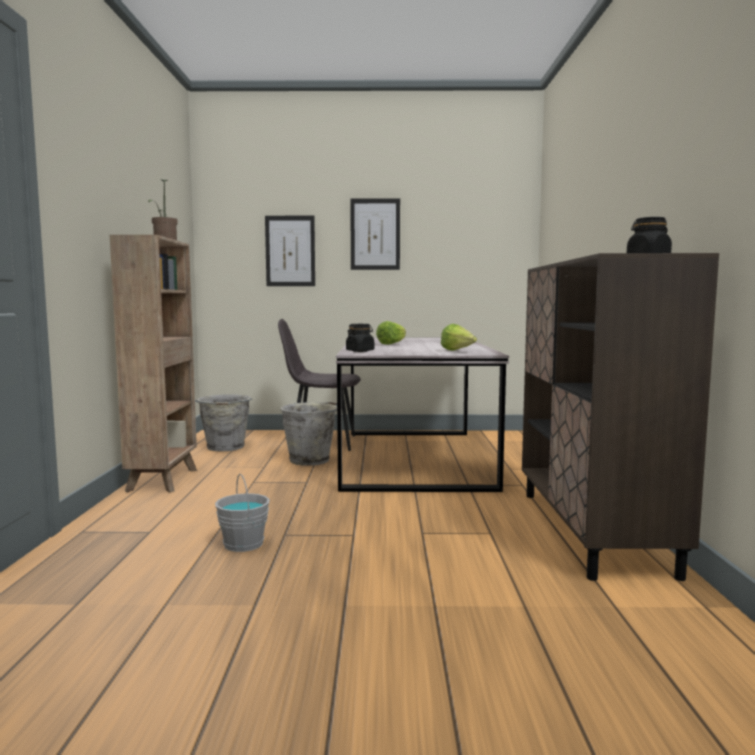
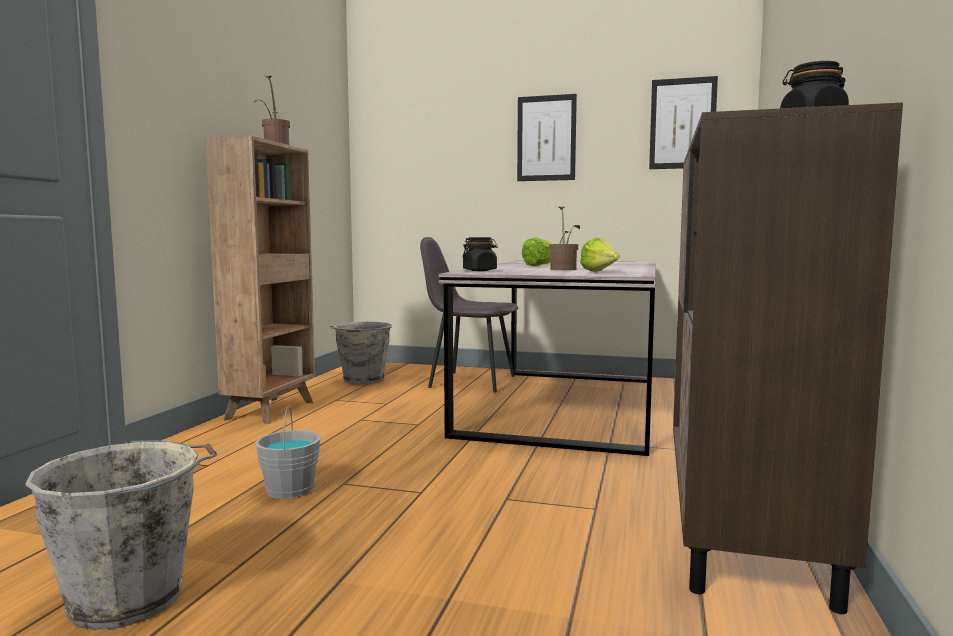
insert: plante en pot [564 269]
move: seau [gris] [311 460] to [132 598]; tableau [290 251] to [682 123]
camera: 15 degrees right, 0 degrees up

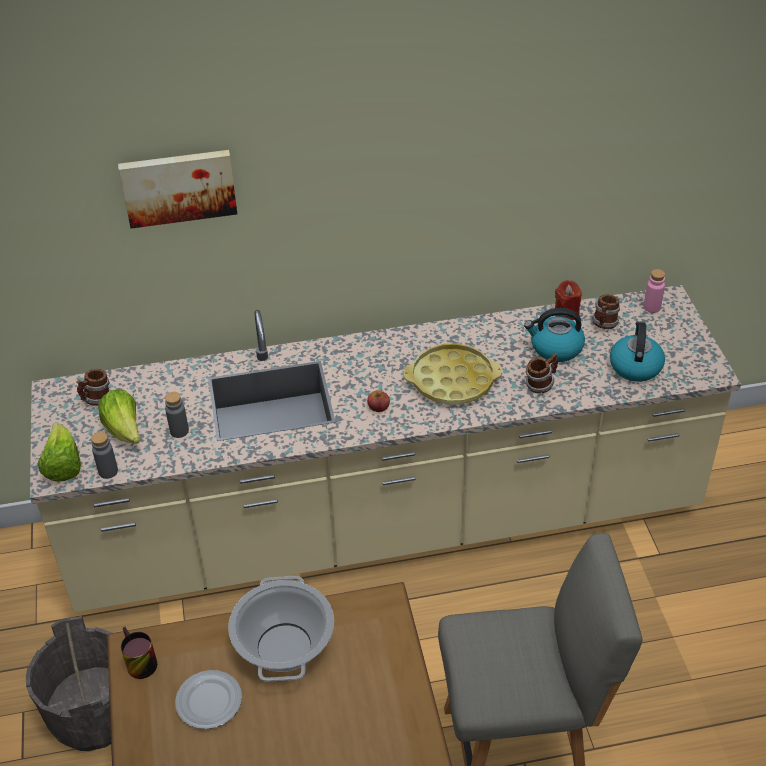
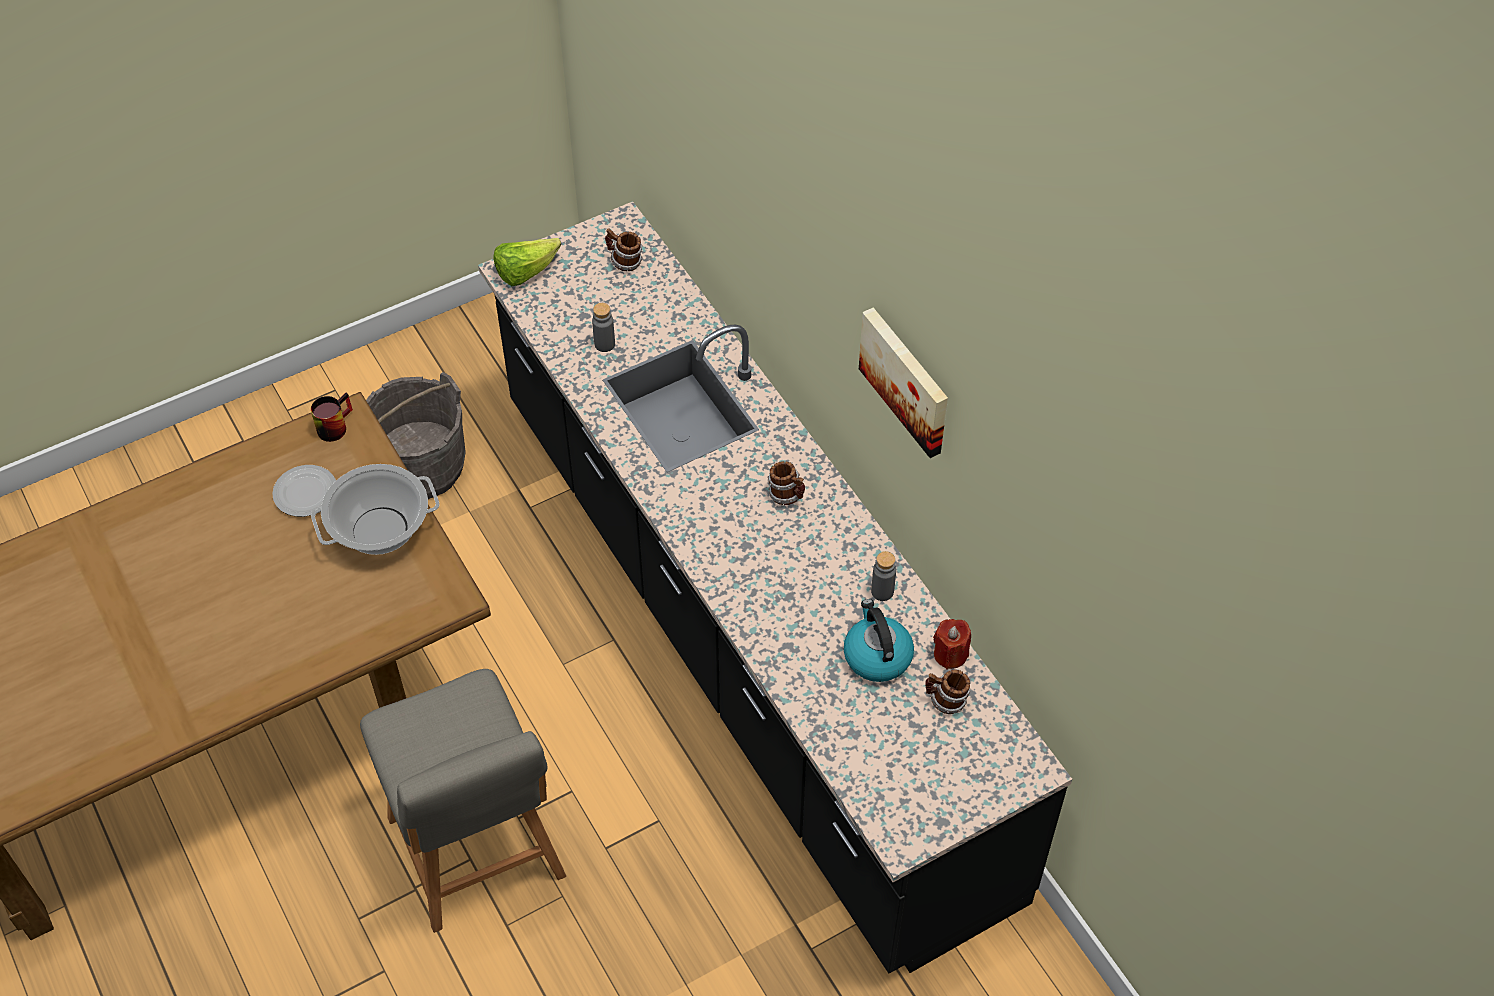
delete: laitue [125 430]; pomme [378 406]; plateau [jaune] [452 380]; bouilloire [635 366]; bouteille [rose] [652 307]
move: mug [540 384] to [787 495]; tableau [178 186] to [907 380]; bouteille [gris] [108 471] to [882 591]
recolor: comptoir de cuisine [beige] [387 524] to comptoir de cuisine [noir] [747 640]
camera: 70 degrees right, 10 degrees up

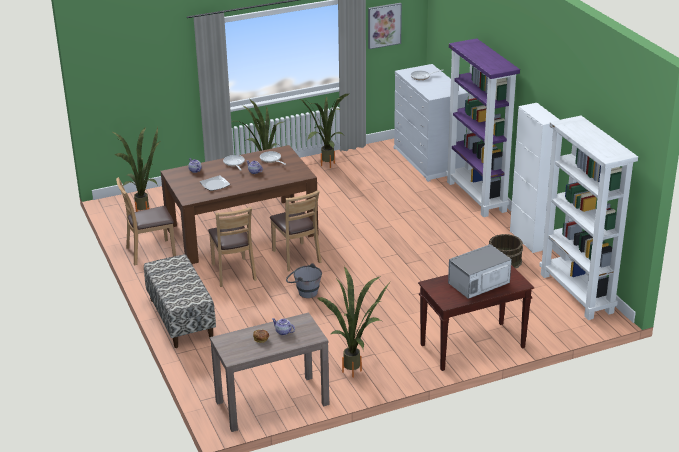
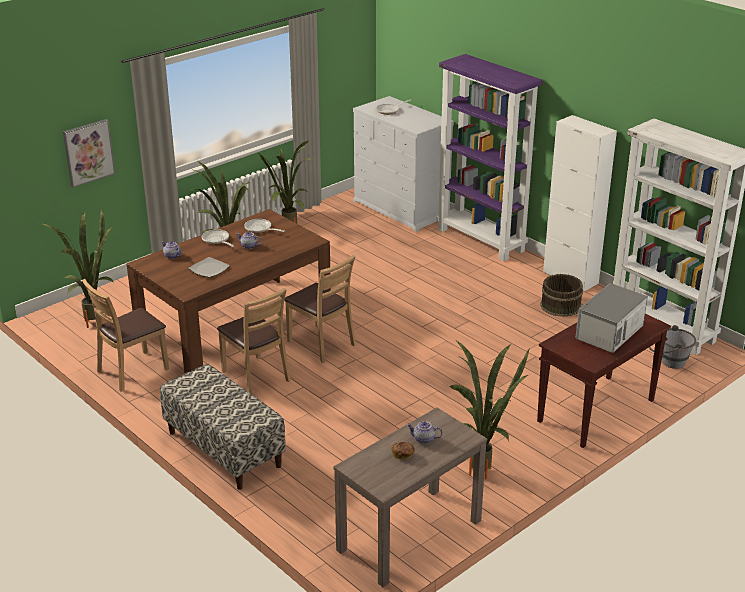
move: tableau [384 25] to [88 152]; seau [gris] [304 292] to [668 362]
camera: 20 degrees left, 0 degrees up

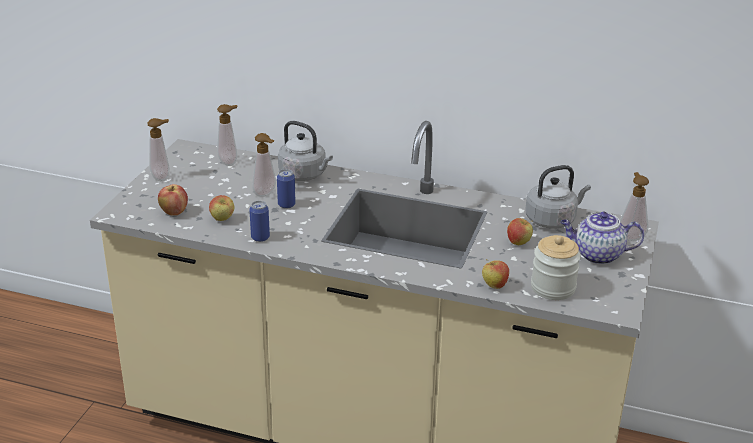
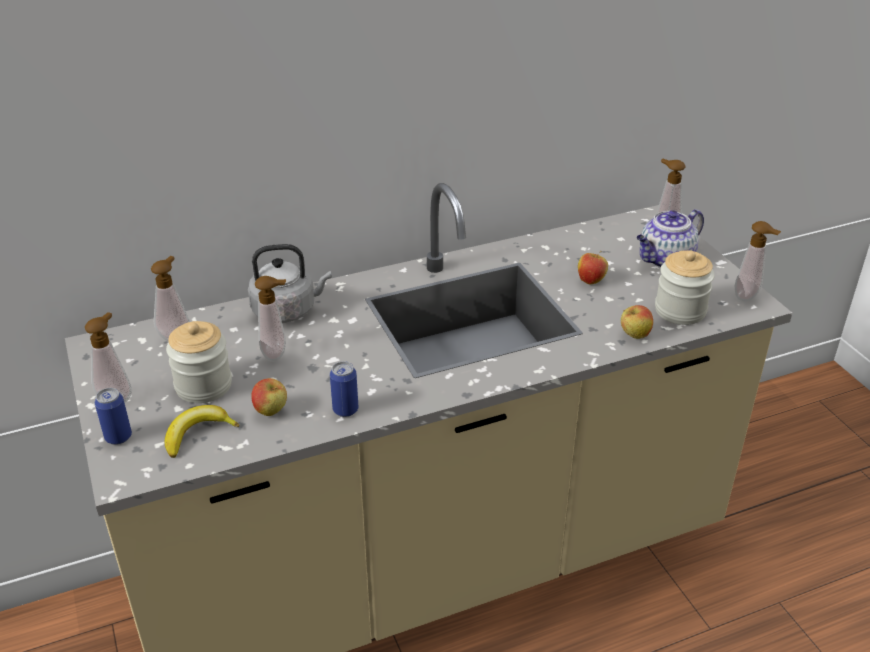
delete: bouilloire [gris] [552 220]
insert: bocal [203 386]; distributeur de savon [748 297]
move: boîte métallique [286 205] to [118 437]
replace: pomme [174 212] to banane [198 434]
camera: 40 degrees left, 5 degrees up

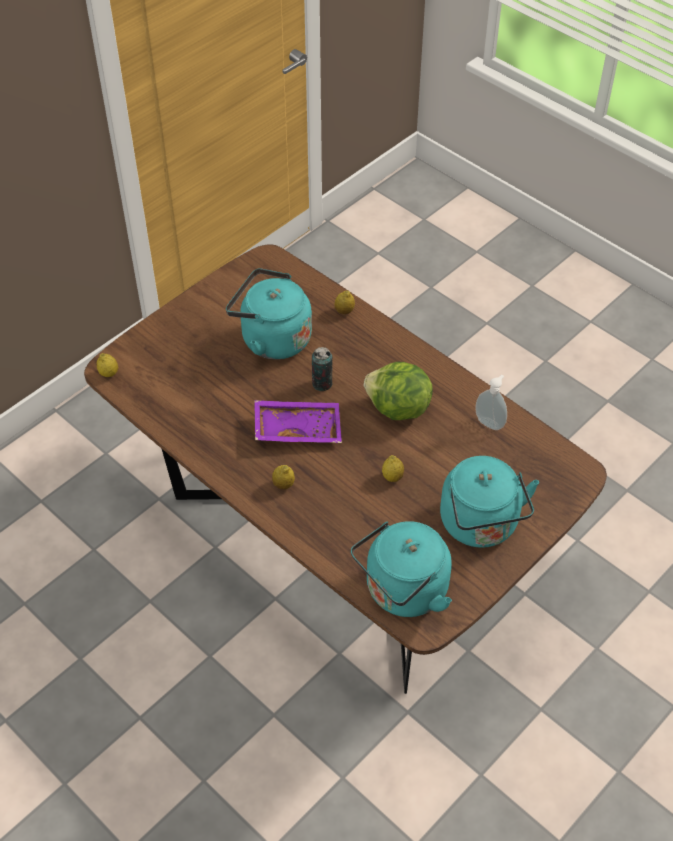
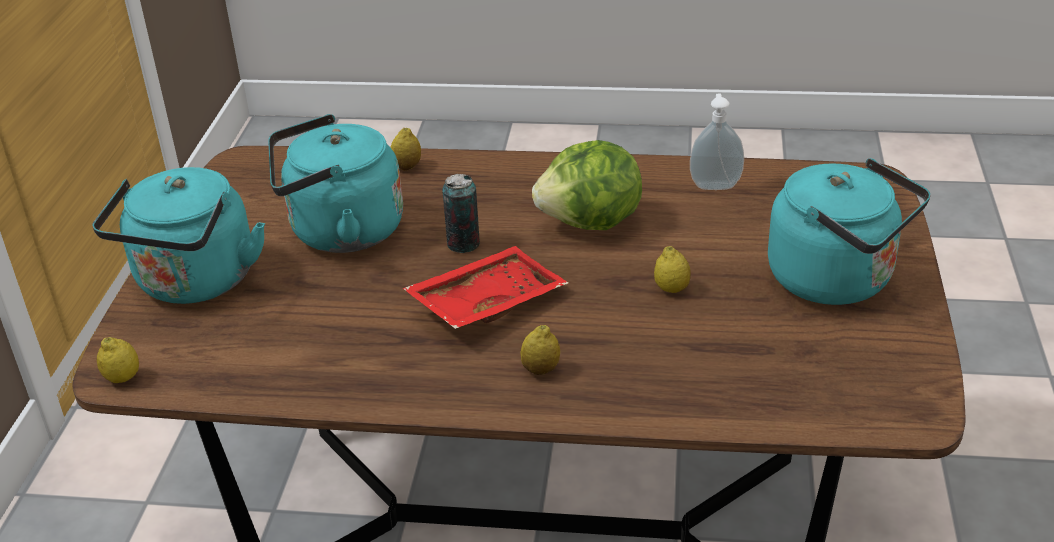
move: bouilloire [turquoise] [403 592] to [194 283]
recolor: plateau [violet] [298 428] to plateau [rouge] [486 302]
camera: 35 degrees left, 15 degrees down

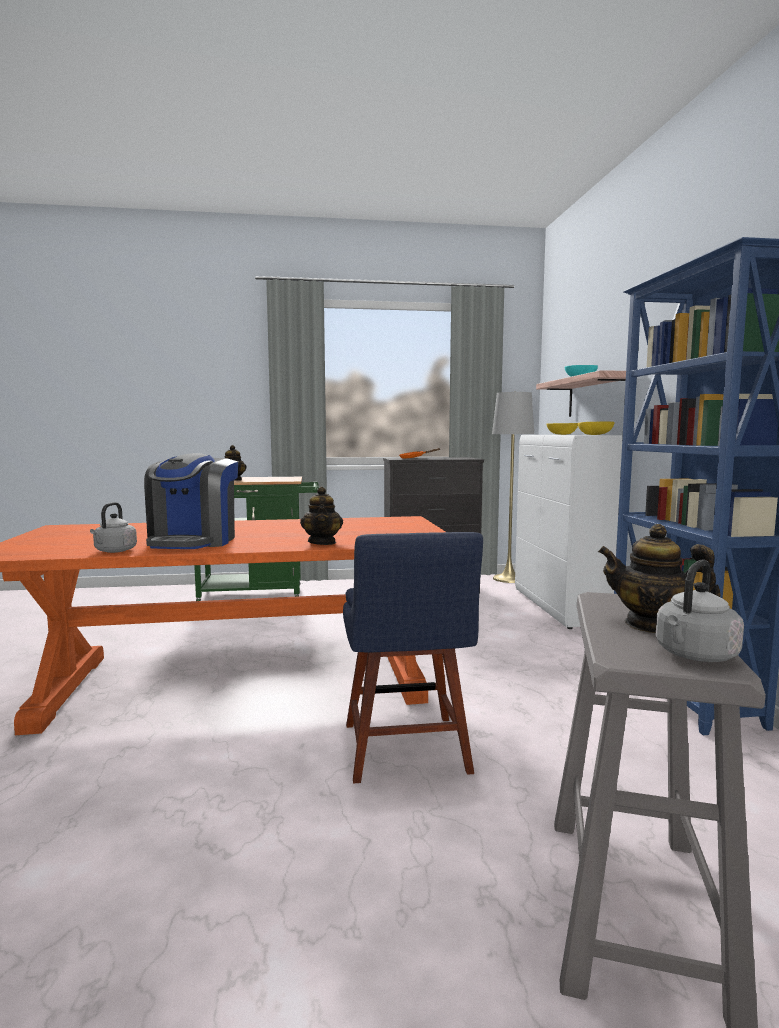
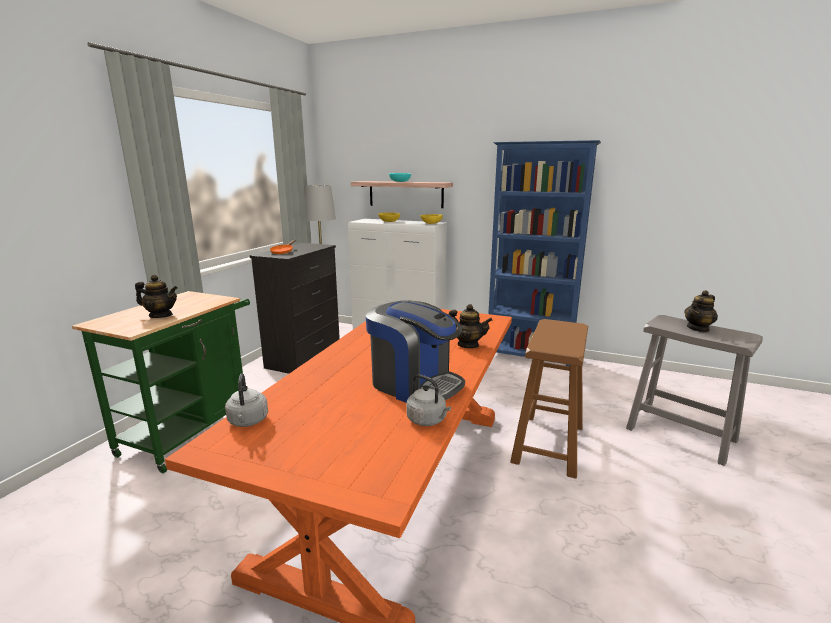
move: bouilloire [gris] [694 656] to [248 421]
replace: chaise [bleu] [406 752] to tabouret [marron] [548 444]
camera: 60 degrees left, 10 degrees up

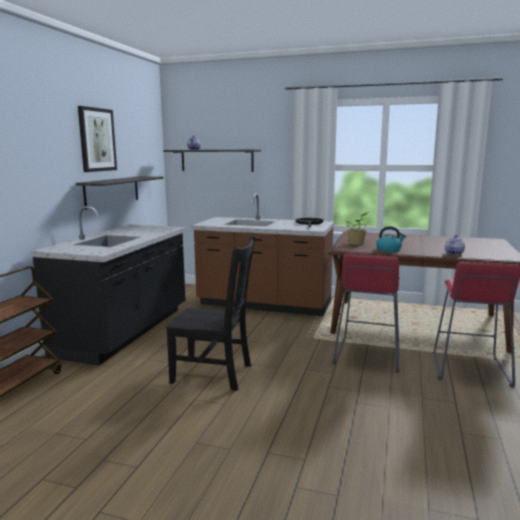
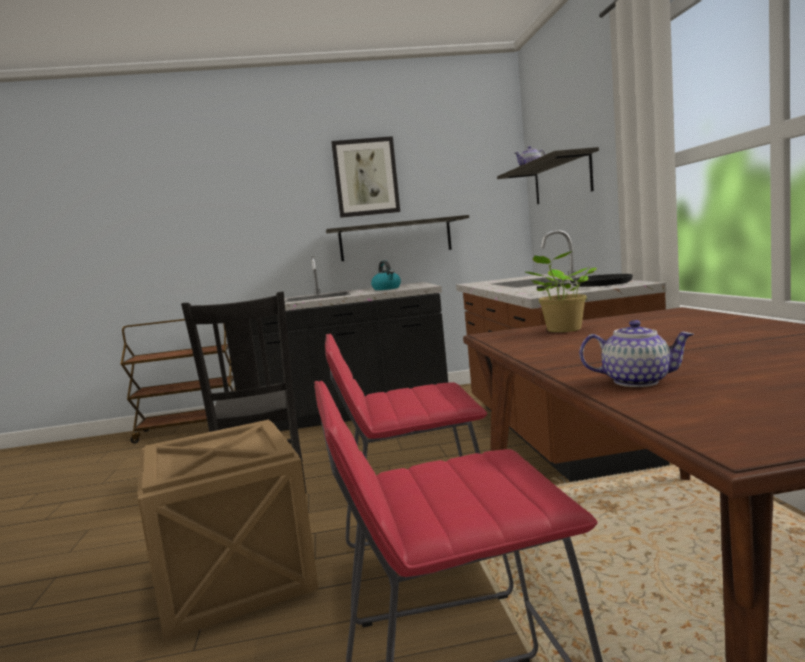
insert: caisse [234 576]
move: bouilloire [389 249] to [387 288]
camera: 65 degrees right, 5 degrees down

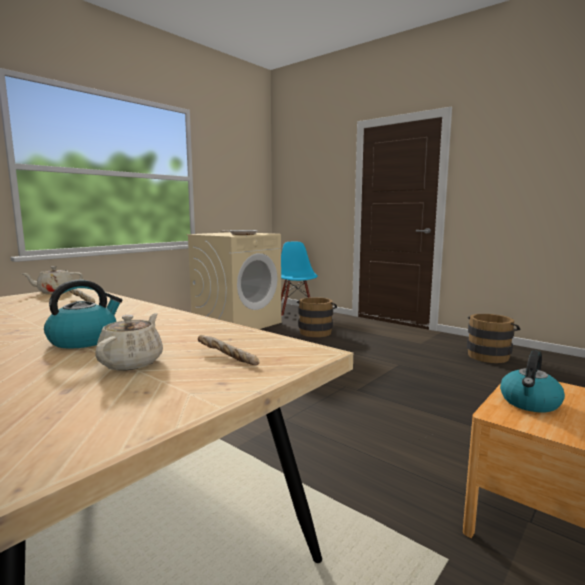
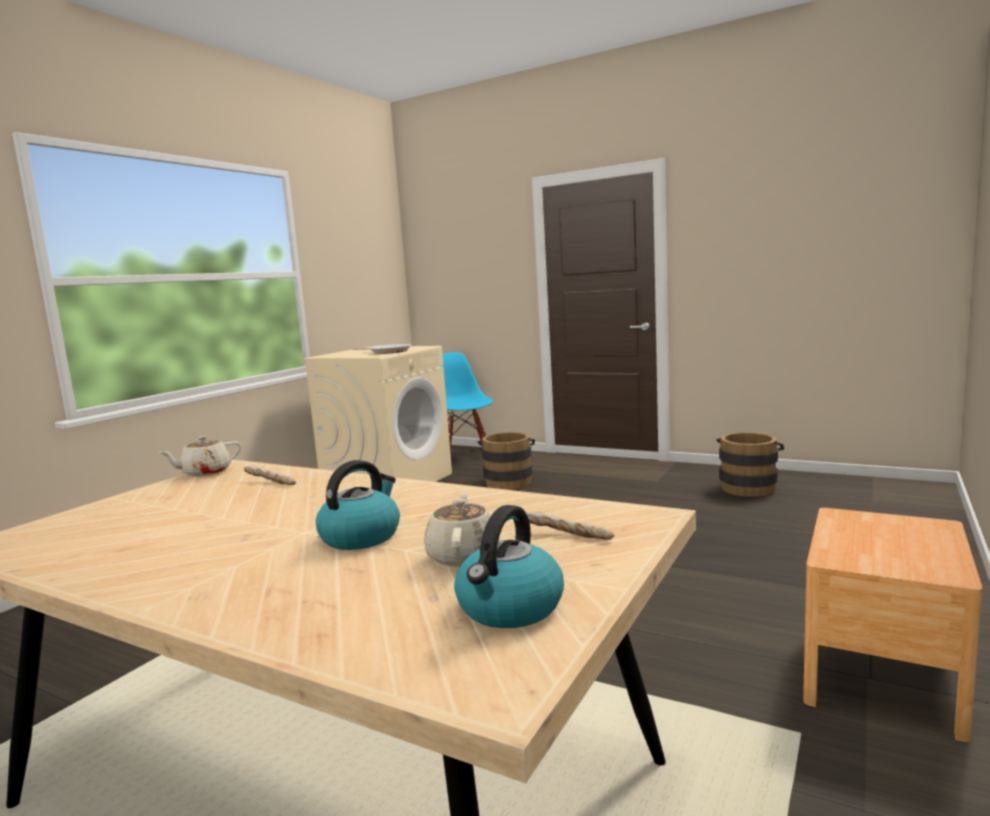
move: bouilloire [530 403] to [510 608]
camera: 10 degrees left, 0 degrees up

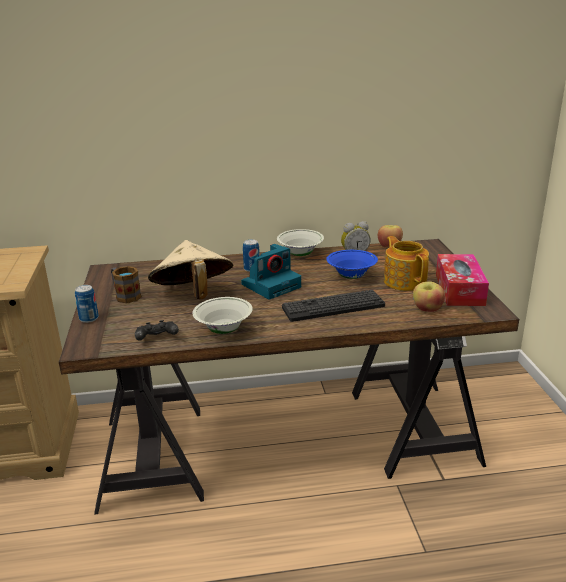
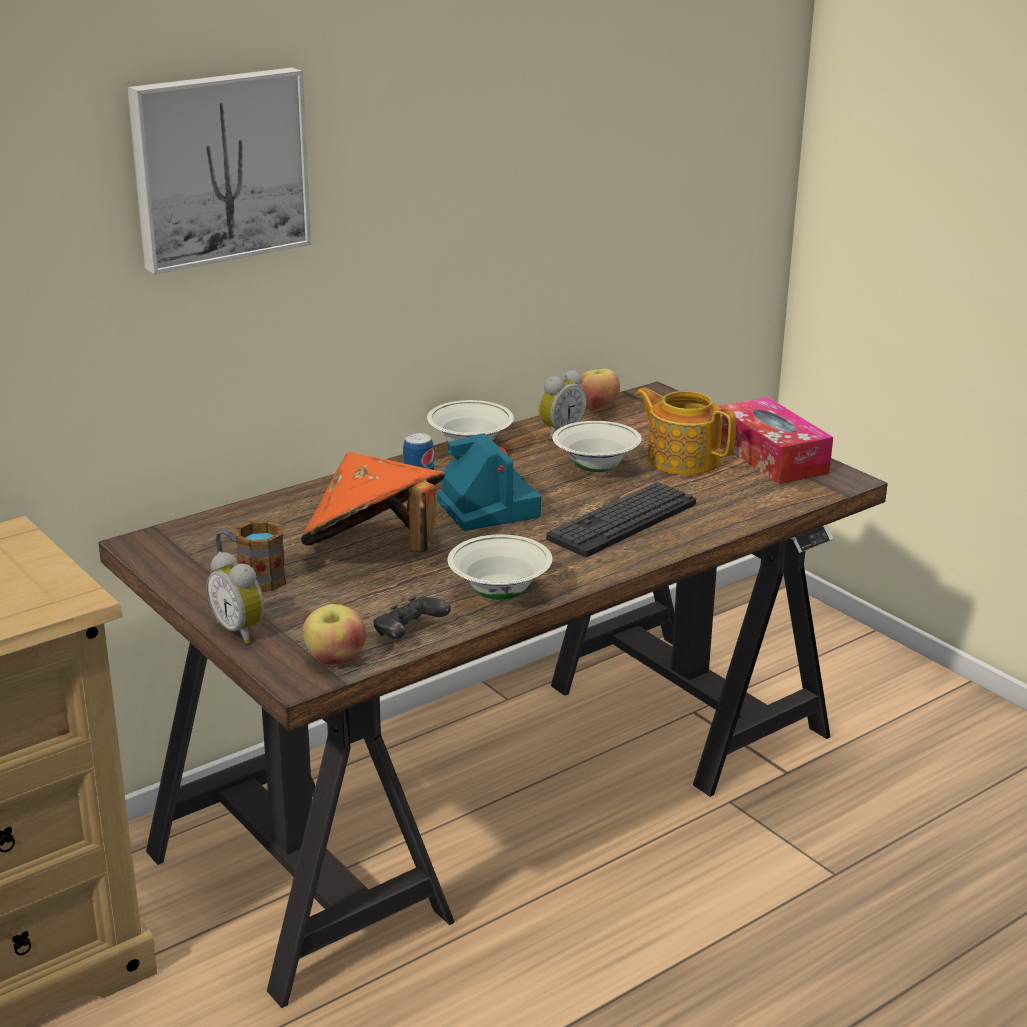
insert: tableau [218 167]
move: pomme [427 309] to [335 659]
replace: boîte métallique [89 318] to réveil [241 630]
recolor: chapeau [beige] [193 295] to chapeau [orange] [375 552]; bol [bleu] [351 277] to bol [blanc] [596 469]
rotate: appareil photo [272 285] = [486 508] 45 degrees counterclockwise
camera: 30 degrees left, 0 degrees up

